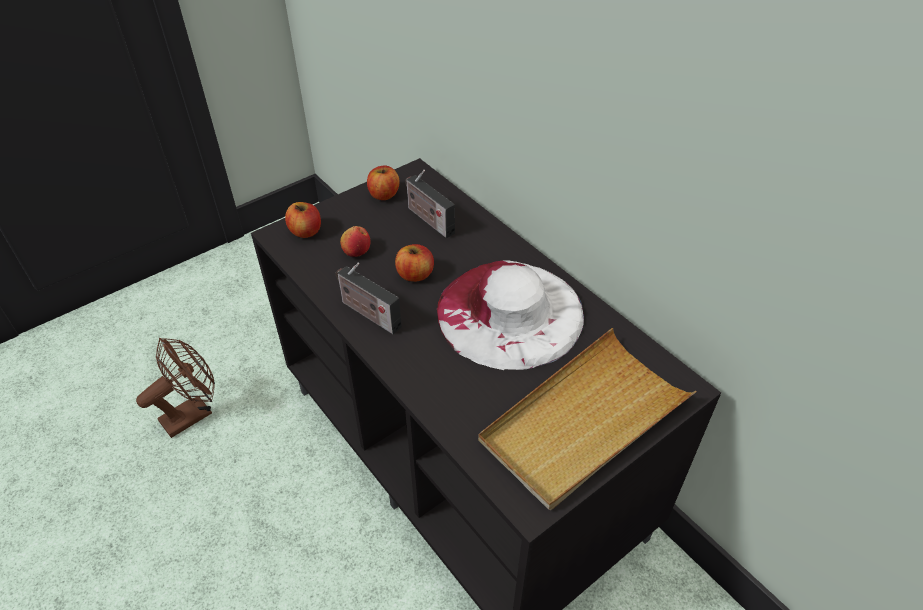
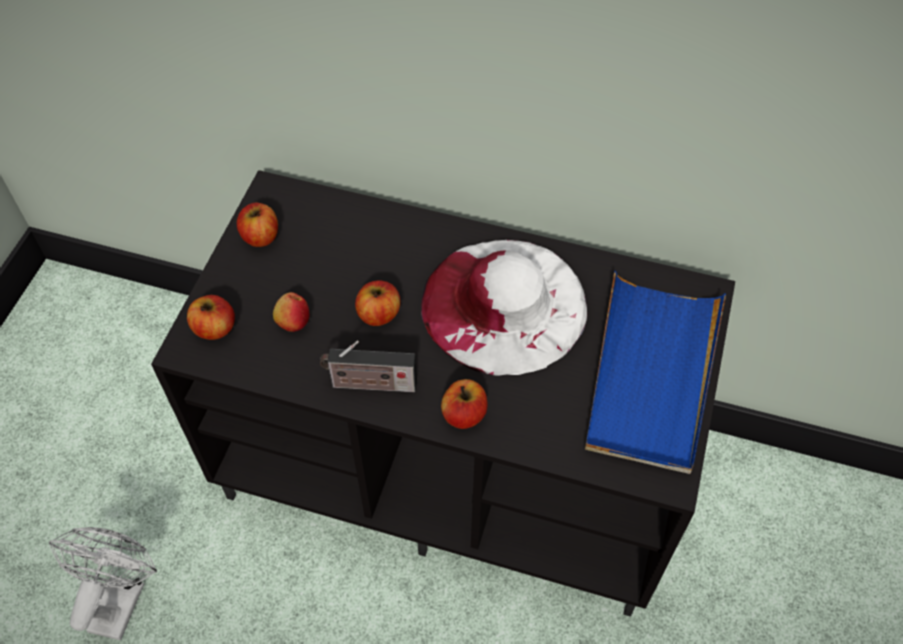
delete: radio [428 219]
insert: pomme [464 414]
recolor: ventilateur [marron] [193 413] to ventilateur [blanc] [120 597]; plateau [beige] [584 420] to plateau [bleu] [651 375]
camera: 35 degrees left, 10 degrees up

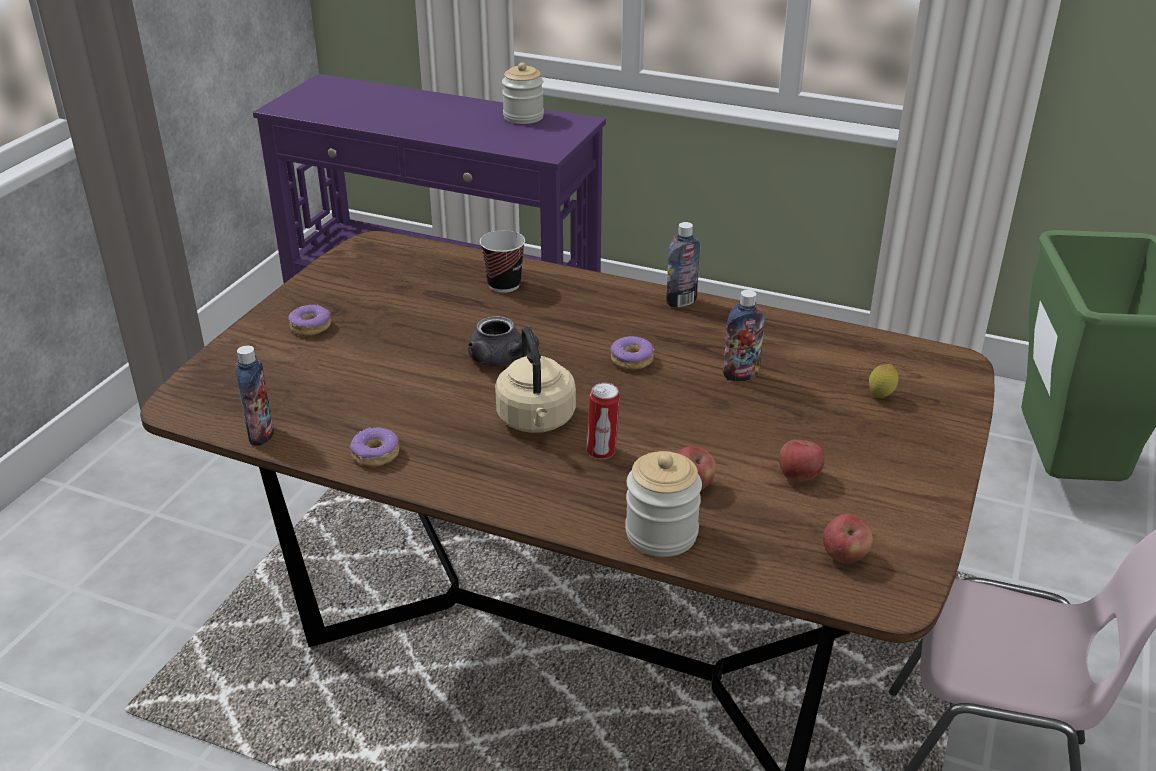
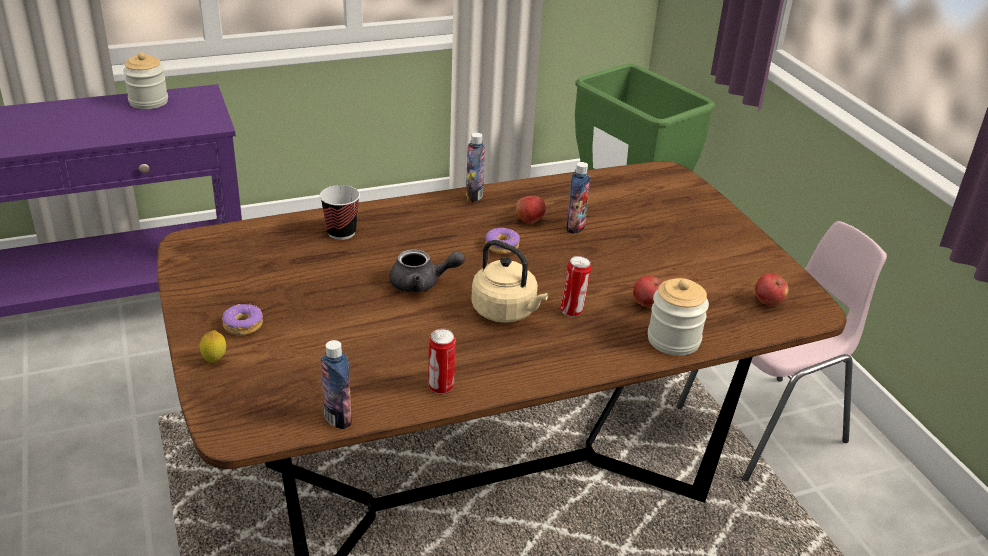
move: citron [880 397] to [215 360]; pomme [799 476] to [530 220]
replace: beignet [375 454] to boîte métallique [441 387]
camera: 45 degrees left, 0 degrees up

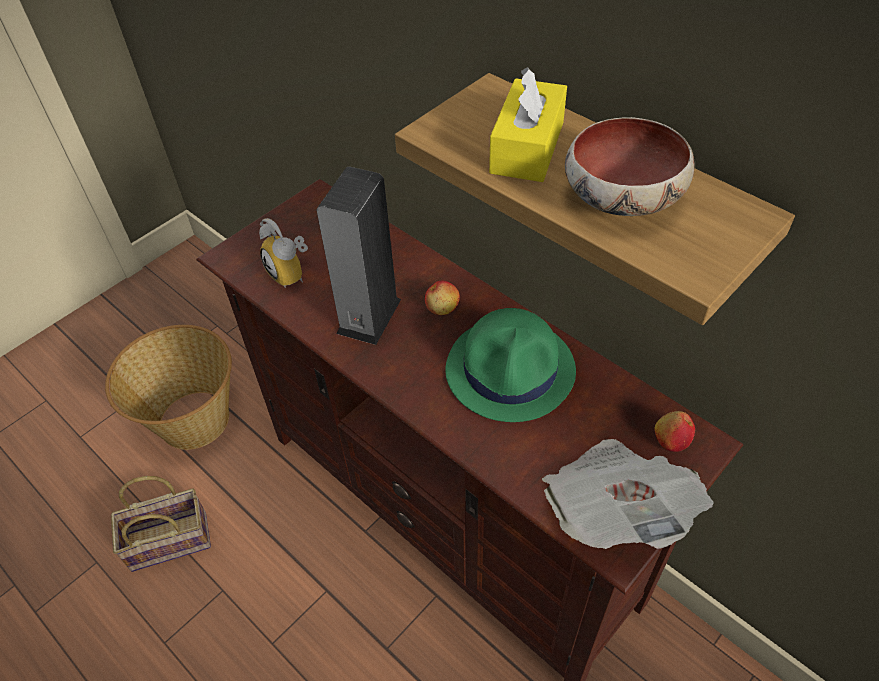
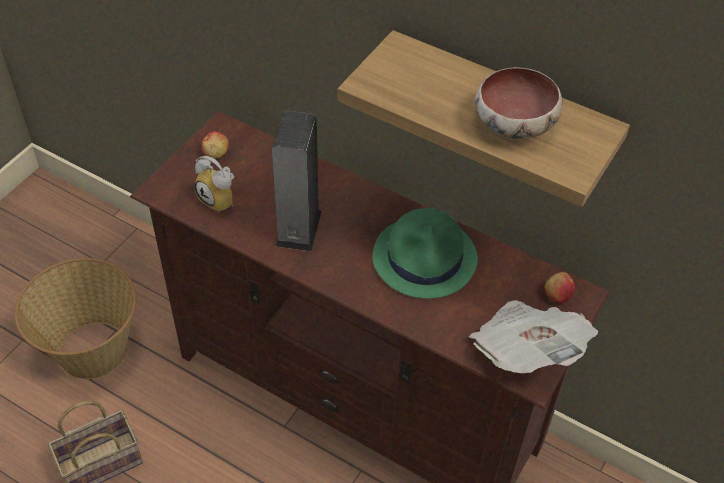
delete: boîte à mouchoirs [jaune] [527 147]
move: pomme [442 308] to [216 153]
camera: 15 degrees left, 0 degrees up

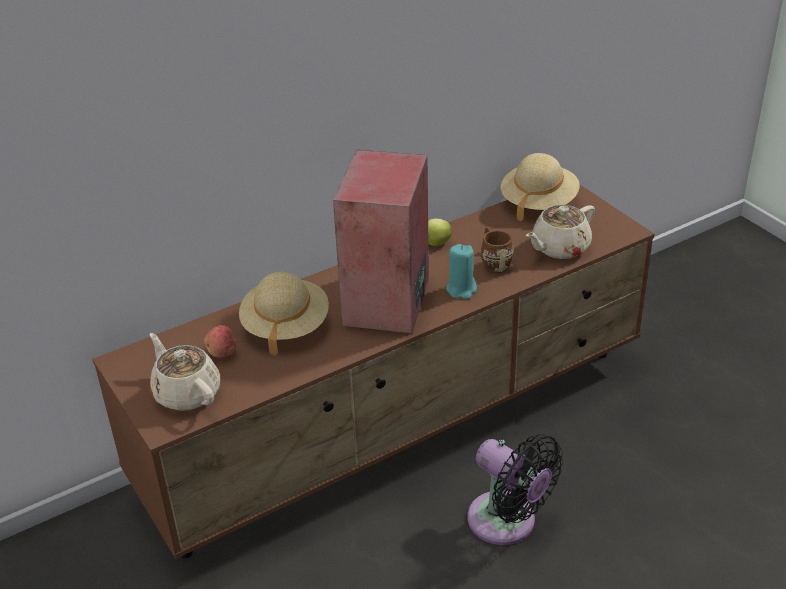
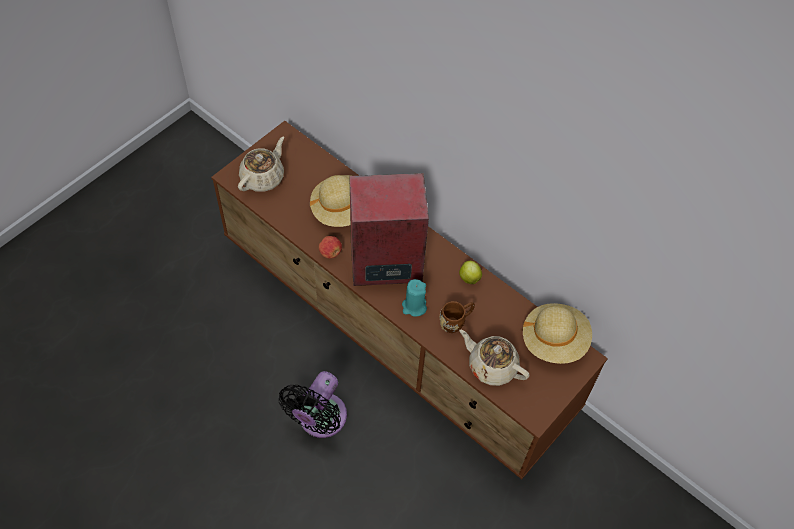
move: pomme [222 353] to [330 253]
camera: 70 degrees right, 20 degrees up

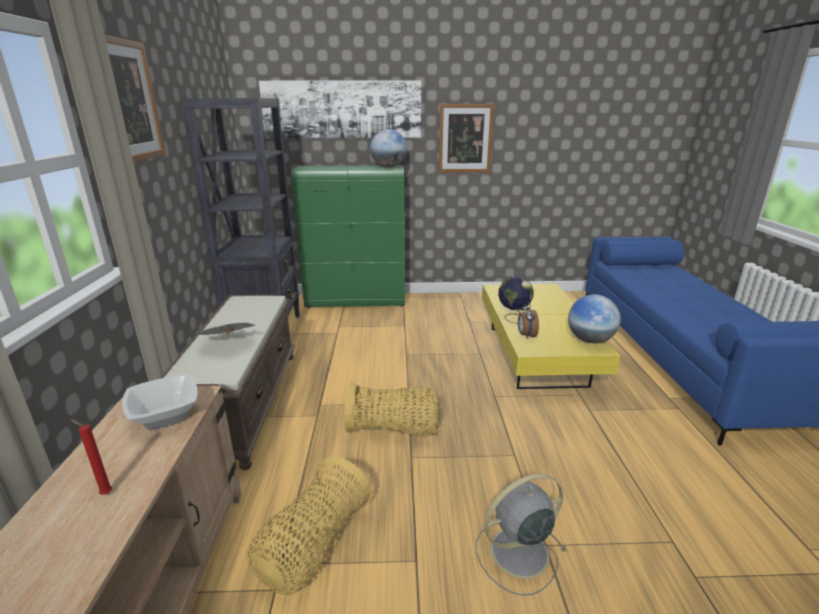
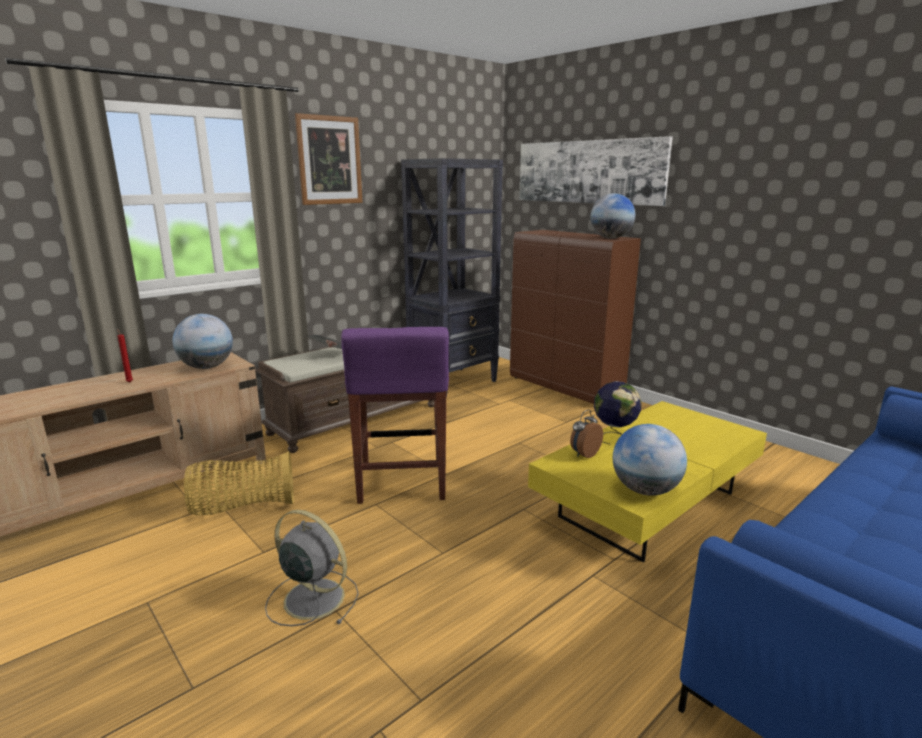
delete: tableau [465 139]
replace: bol [166 417] to globe [207 367]; panier [394 429] to tabouret [violet] [401 483]
recolor: meuble de rangement [vert] [357 301] to meuble de rangement [marron] [565 387]
camera: 50 degrees right, 5 degrees down

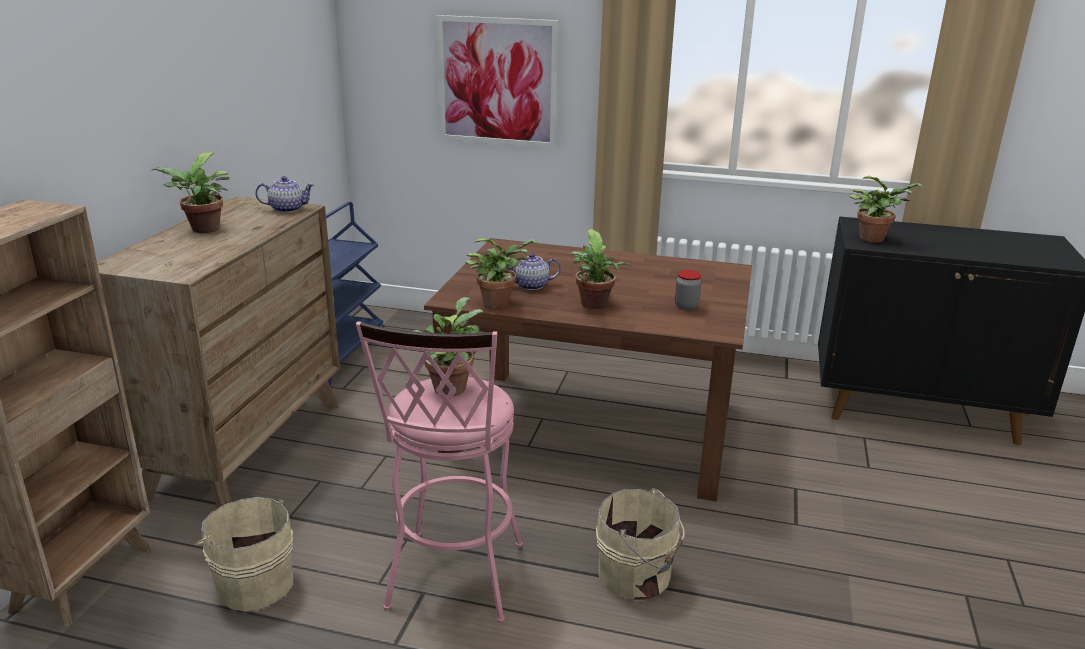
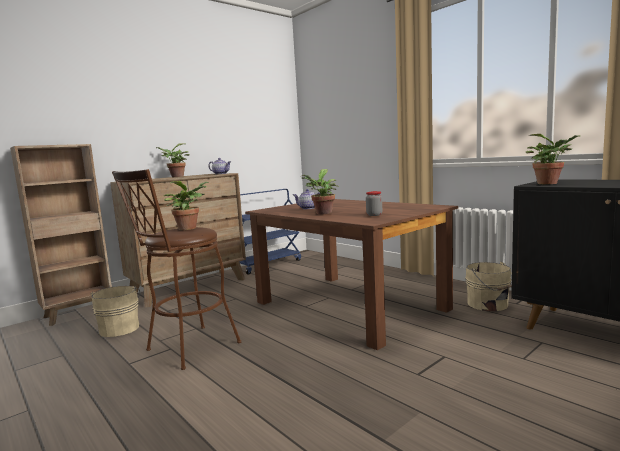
delete: tableau [497 82]; plante en pot [499 302]
move: seau [beige] [637 576] to [488 305]
recolor: tabouret [rose] [452 584] to tabouret [marron] [186 349]
camera: 35 degrees right, 15 degrees down

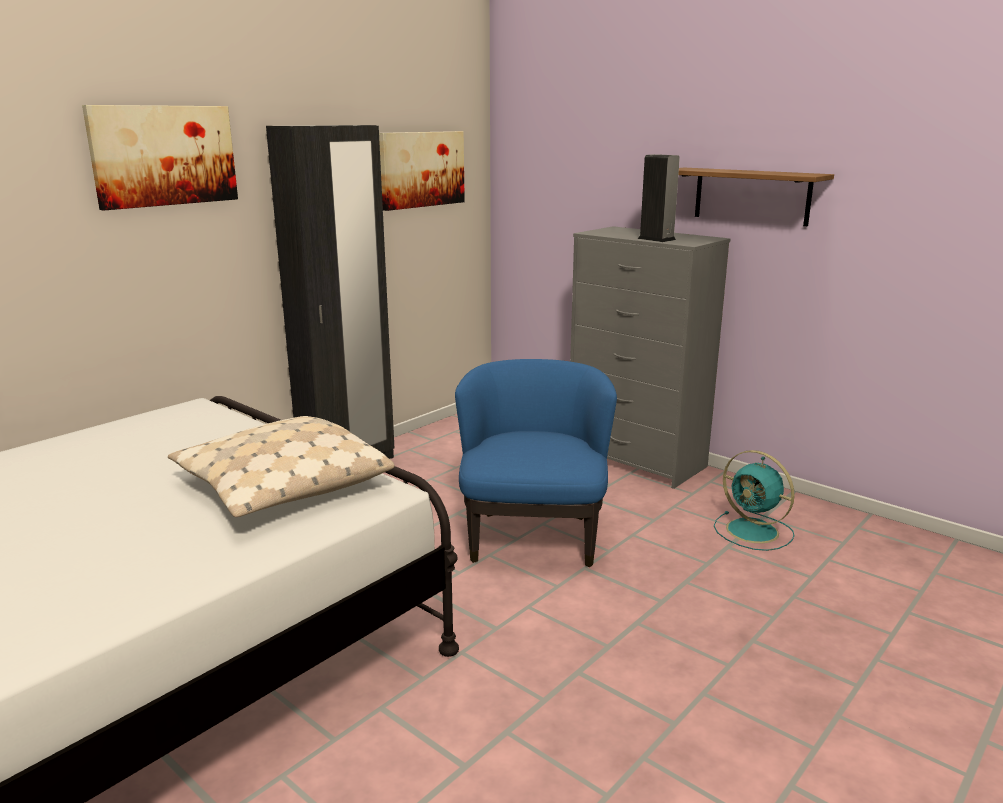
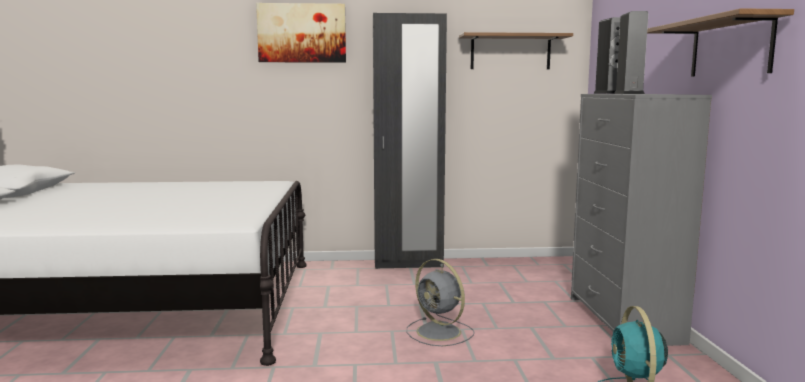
delete: coussin [beige] [281 487]
insert: enceinte [608 93]
replace: fauteuil [bleu] [533 536] to ventilateur [gris] [440 332]; tableau [421 169] to étagère [510 52]
camera: 45 degrees right, 10 degrees down

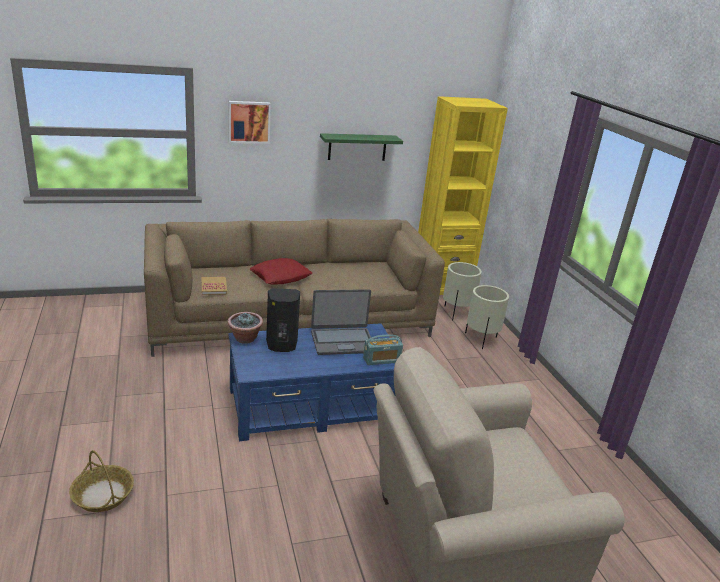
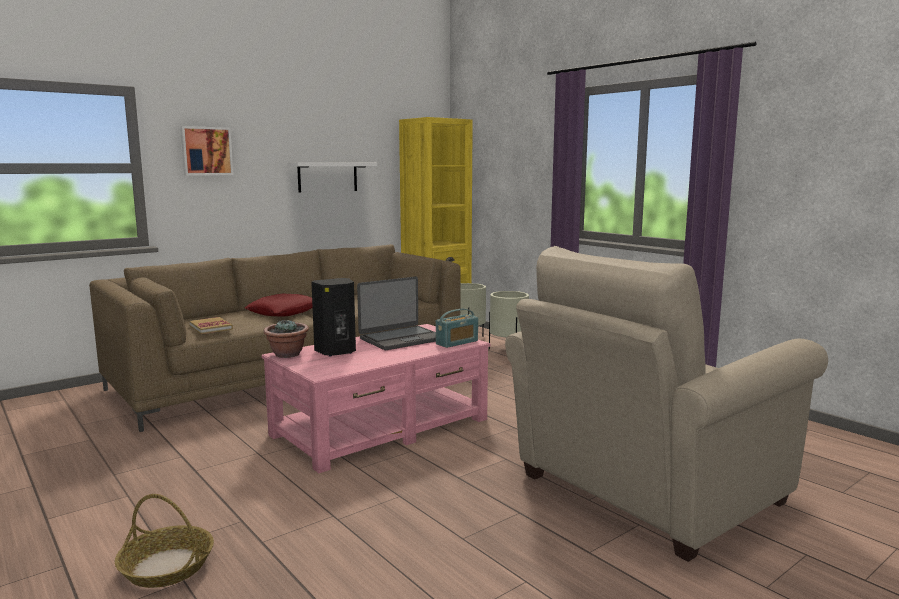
recolor: table basse [bleu] [313 406] to table basse [rose] [382 427]; étagère [vert] [357 147] to étagère [blanc] [327 177]
camera: 20 degrees left, 15 degrees down

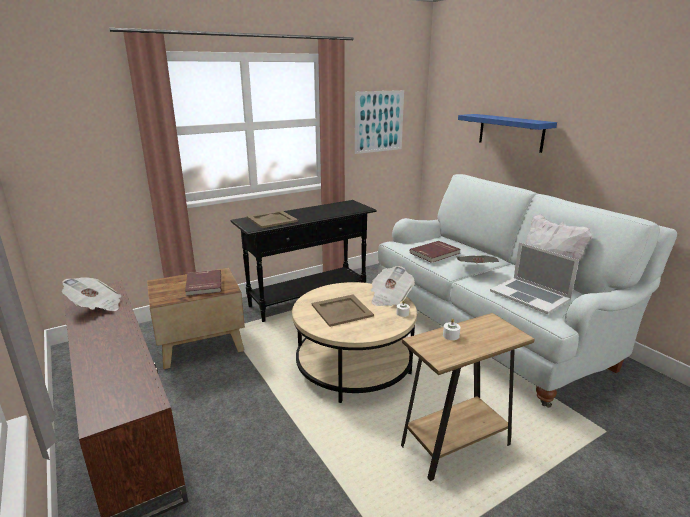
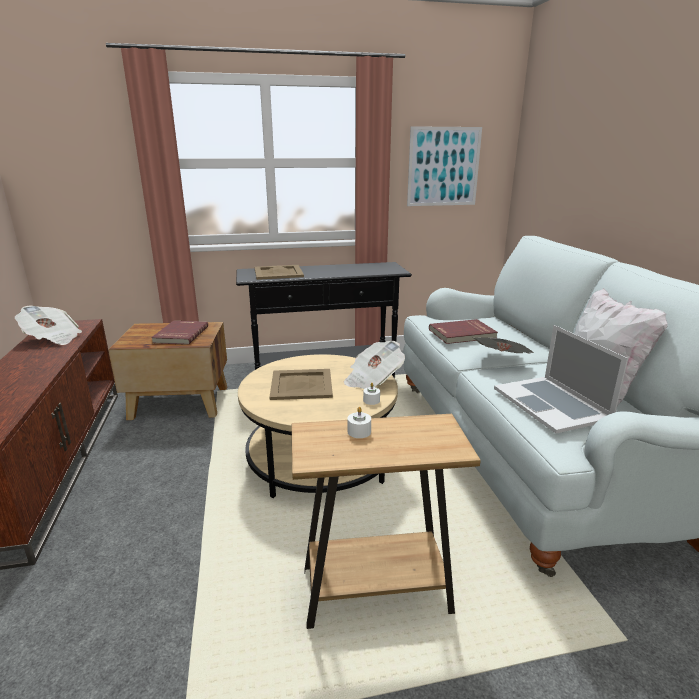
delete: étagère [bleu] [510 132]
camera: 20 degrees right, 0 degrees up

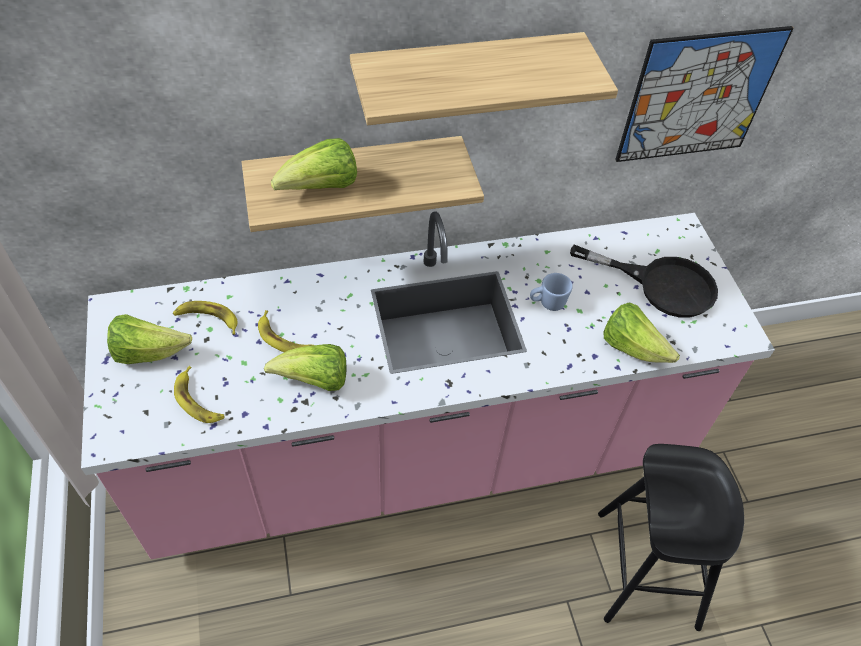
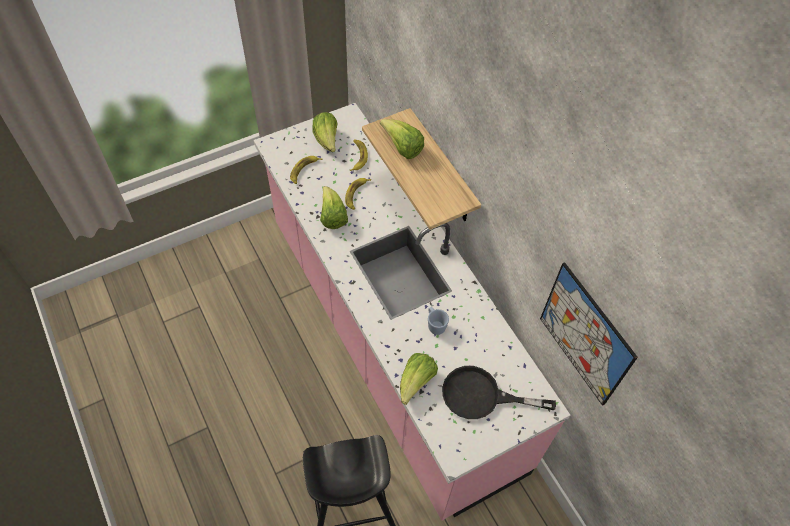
delete: étagère [466 79]
rotate: poêle [noir] [661 284] = [481 396] 90 degrees clockwise
camera: 75 degrees right, 5 degrees up

